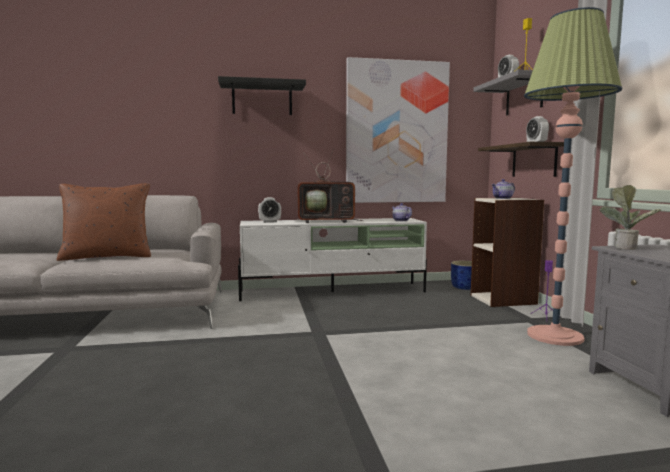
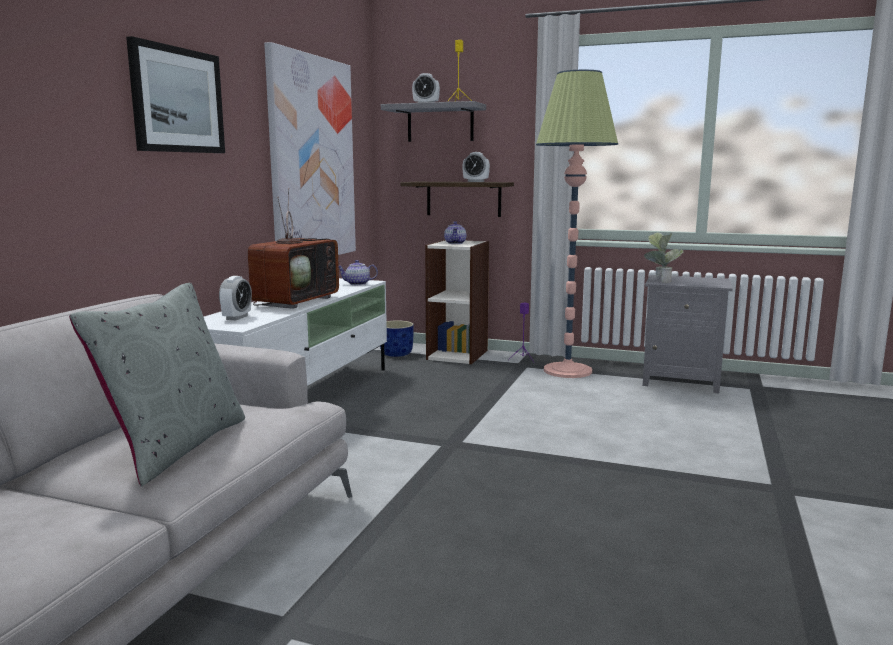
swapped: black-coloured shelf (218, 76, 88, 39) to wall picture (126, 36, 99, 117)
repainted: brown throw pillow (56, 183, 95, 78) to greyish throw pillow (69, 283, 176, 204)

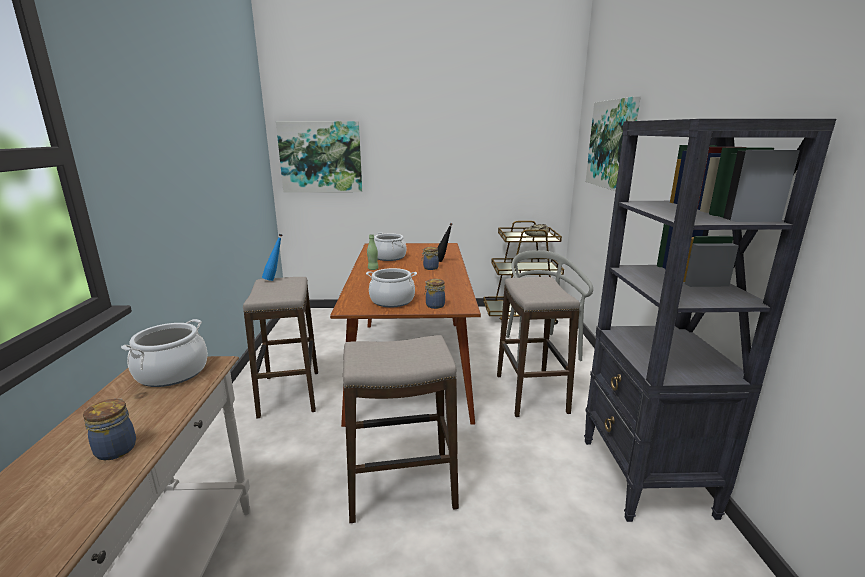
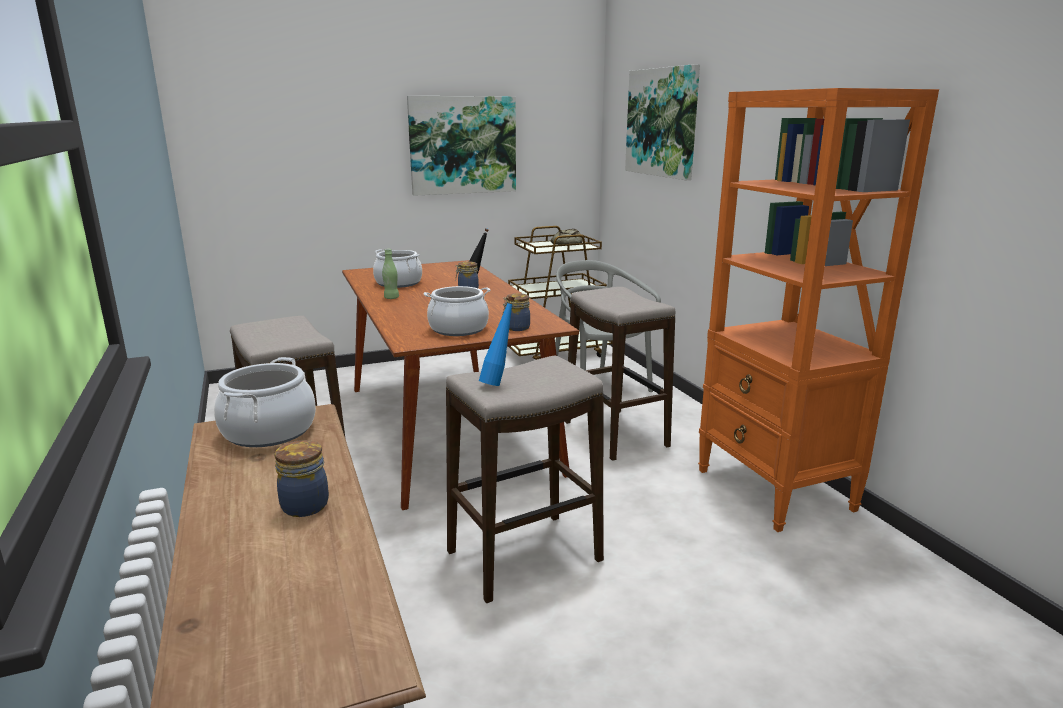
shifted: blue-coloured bottle (262, 234, 20, 47) to (479, 296, 35, 90); wall picture (276, 121, 86, 72) to (407, 96, 109, 100)
repainted: black-coloured shelving unit (584, 119, 252, 403) to orangey shelving unit (698, 88, 241, 444)

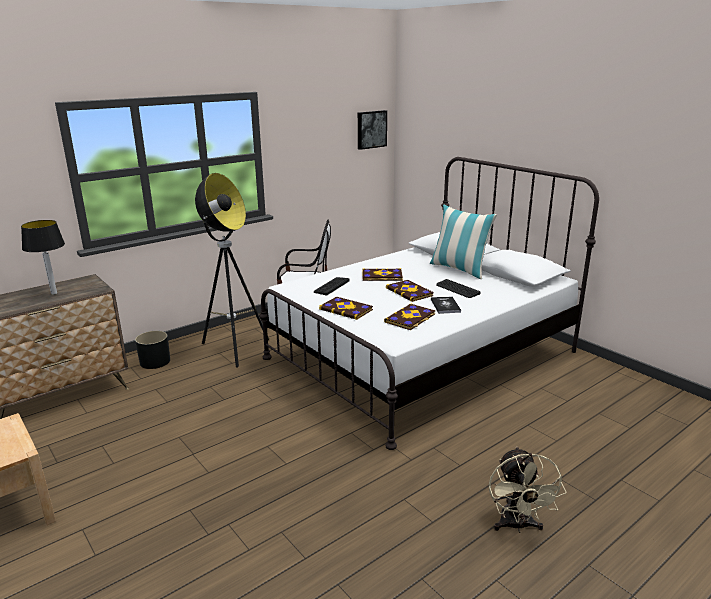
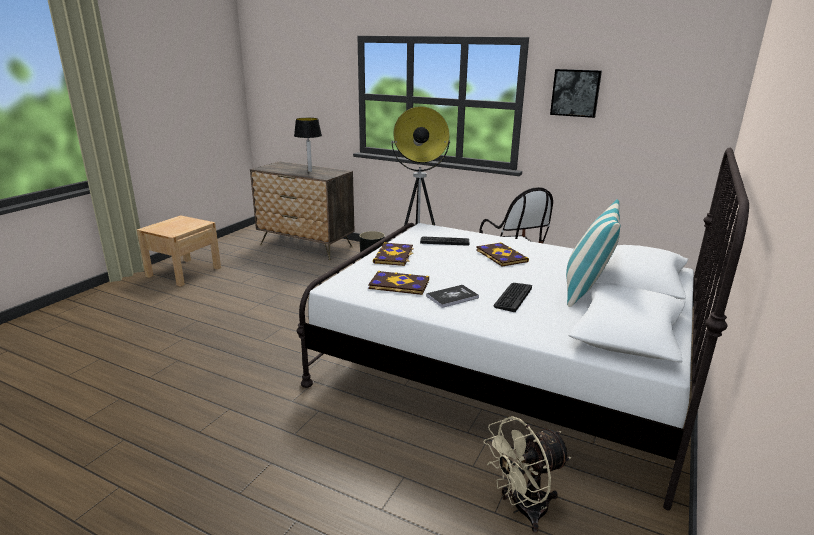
gone: volume (386, 280, 48, 22)
shifted: wall picture (358, 110, 29, 40) to (550, 69, 52, 49); beige cooling fan (489, 446, 78, 87) to (483, 416, 88, 117)

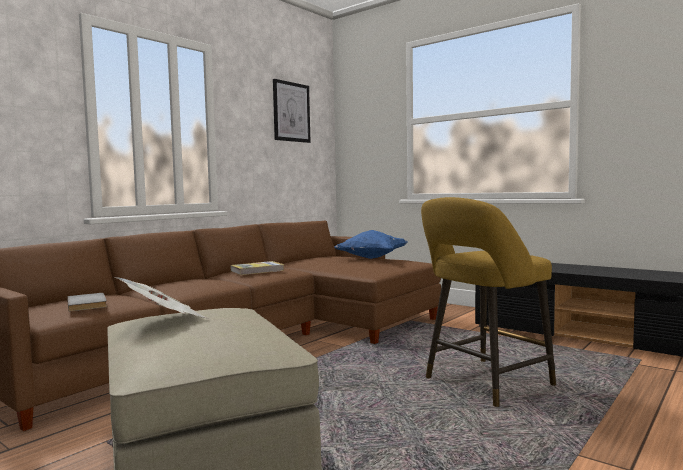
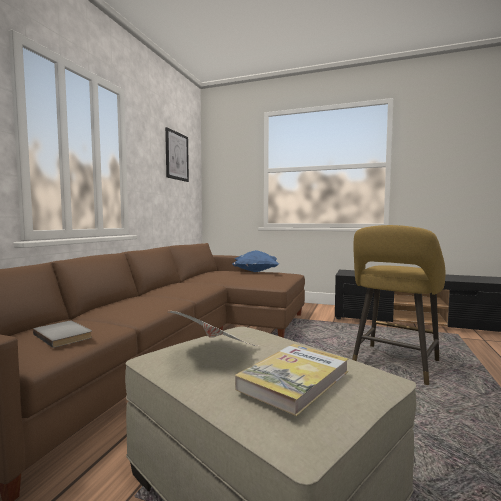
shifted: volume (230, 261, 54, 14) to (235, 344, 113, 72)

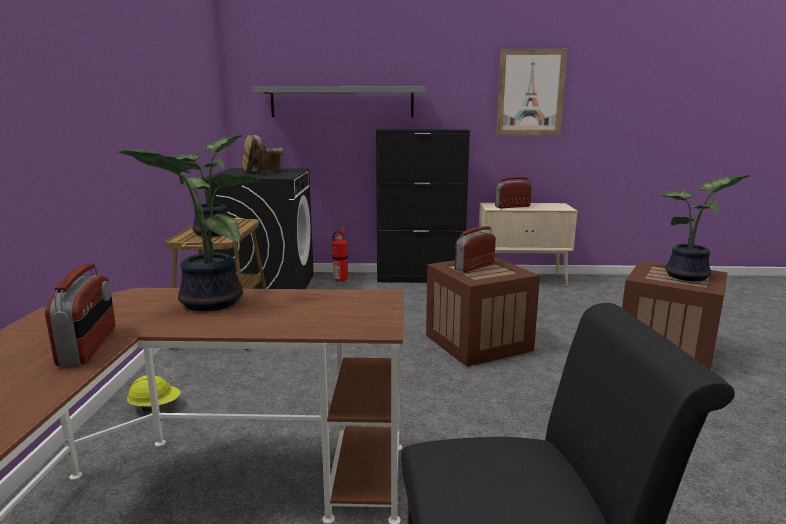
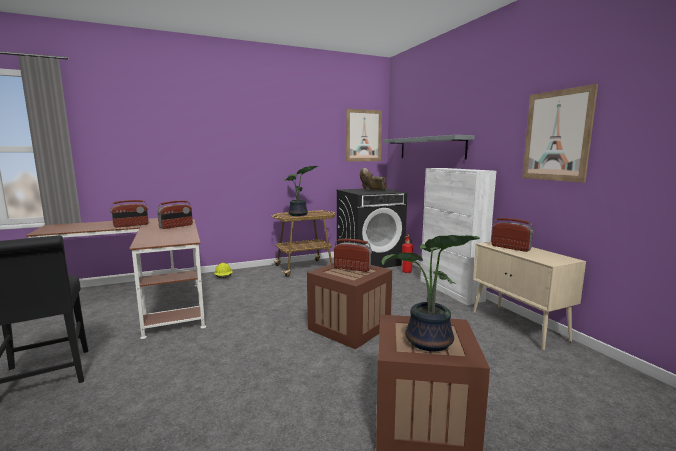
new: wall picture (346, 109, 36, 53)
swapped: potted plant (117, 149, 142, 162) to radio (157, 200, 36, 29)
repainted: black-coloured cupboard (376, 129, 94, 154) to white-coloured cupboard (421, 168, 76, 137)

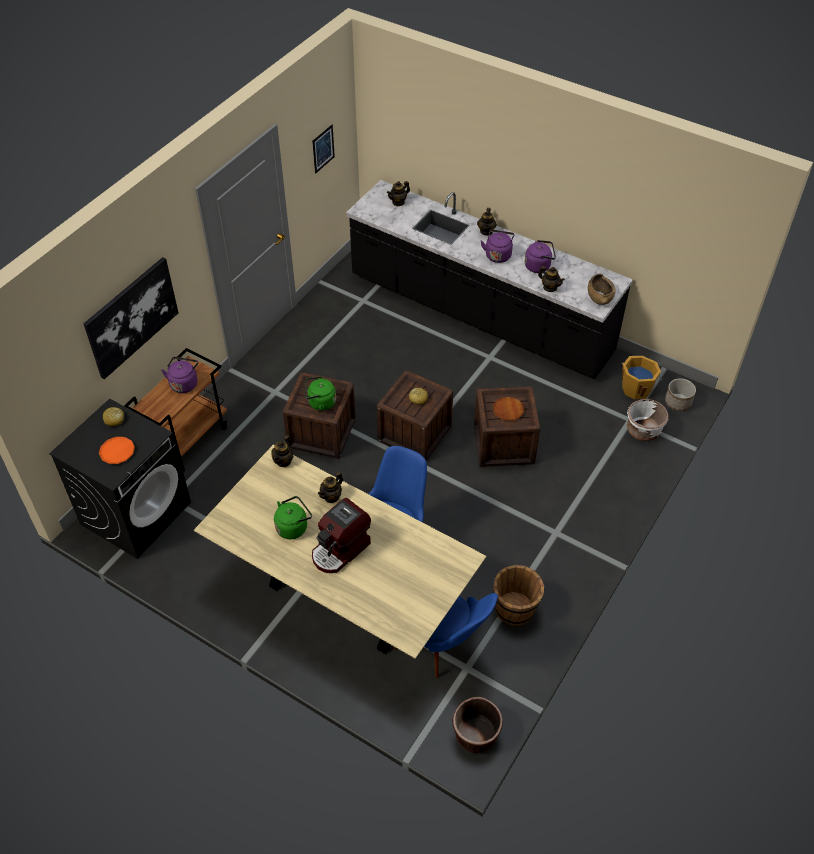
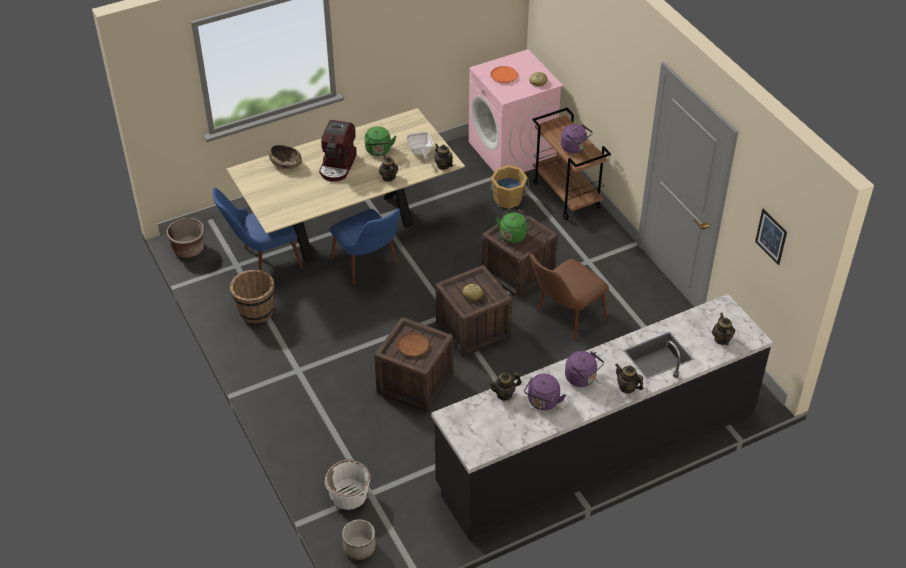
gone: wall picture (84, 257, 95, 122)
new: skillet (406, 132, 27, 28); brown chair (530, 254, 79, 86)
shifted: brown bowl (588, 273, 28, 32) to (268, 145, 34, 24); orangey bucket (621, 356, 41, 44) to (491, 165, 38, 44)
repainted: black-coloured washing machine (49, 399, 142, 160) to pink-coloured washing machine (469, 49, 94, 123)
rotated: coffee maker (312, 498, 59, 75) = (319, 120, 38, 62) 150 degrees counterclockwise

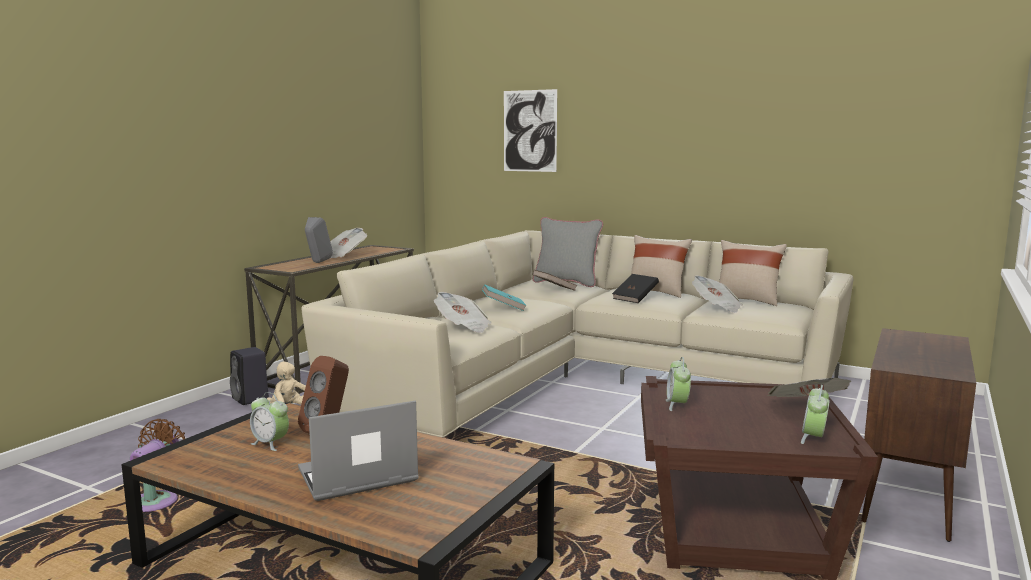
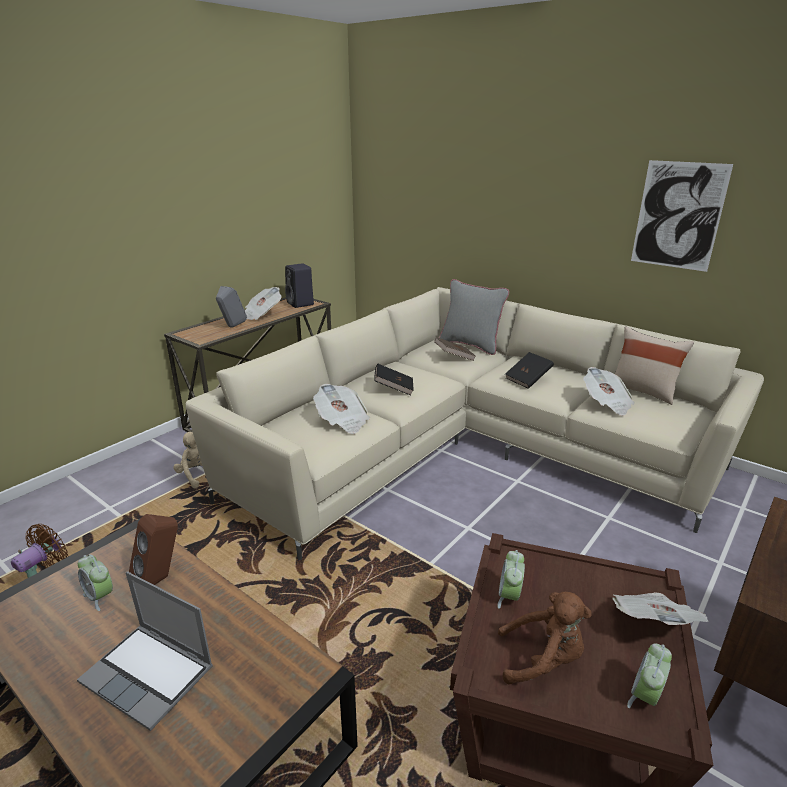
gone: beige throw pillow (631, 235, 61, 63)
new: brown cuddly toy (498, 592, 94, 92)
shifted: black-coloured loudspeaker (230, 347, 39, 58) to (285, 263, 29, 45); wall picture (504, 89, 53, 83) to (631, 160, 102, 112)
repainted: blue-green volume (482, 284, 44, 27) to black-coloured volume (374, 364, 40, 32)
rotated: laptop (298, 401, 121, 100) = (77, 571, 136, 160) 135 degrees counterclockwise

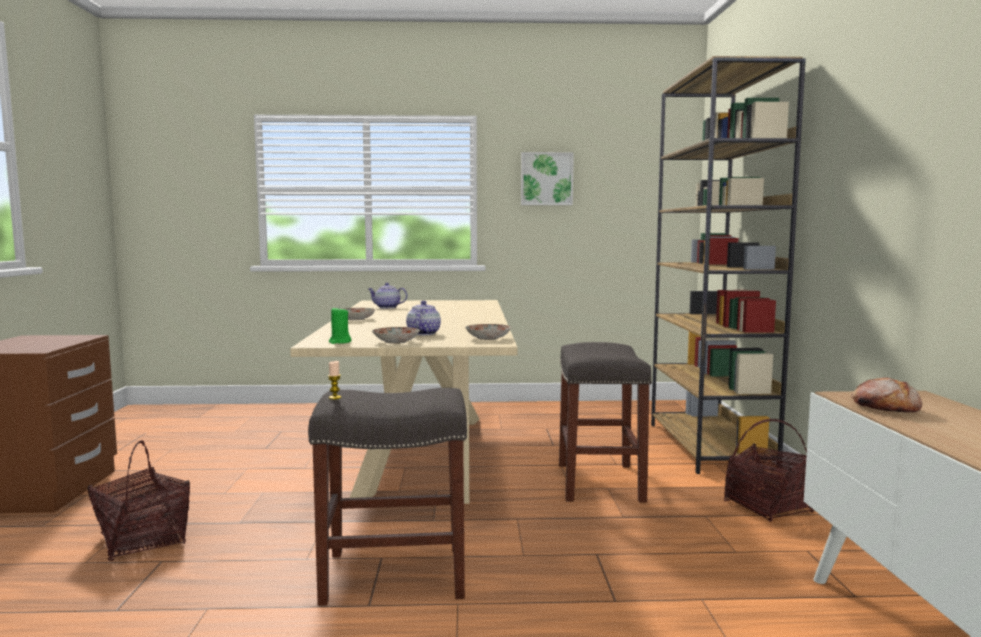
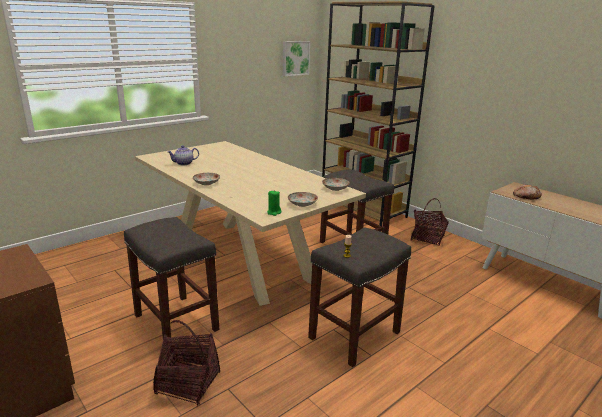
gone: teapot (406, 301, 35, 34)
new: greyish stool (124, 217, 96, 122)
shifted: wall picture (521, 152, 53, 53) to (283, 41, 27, 35)

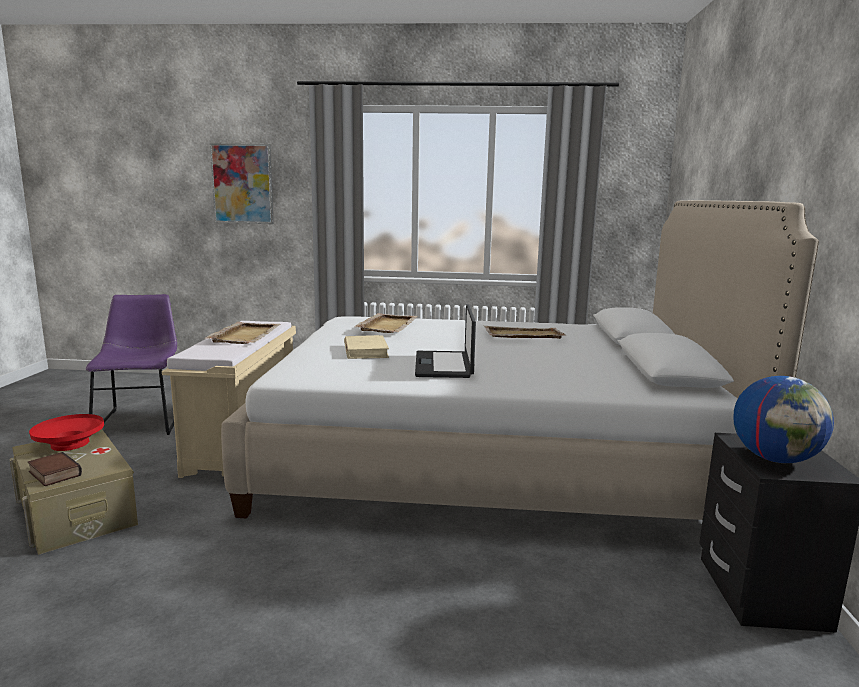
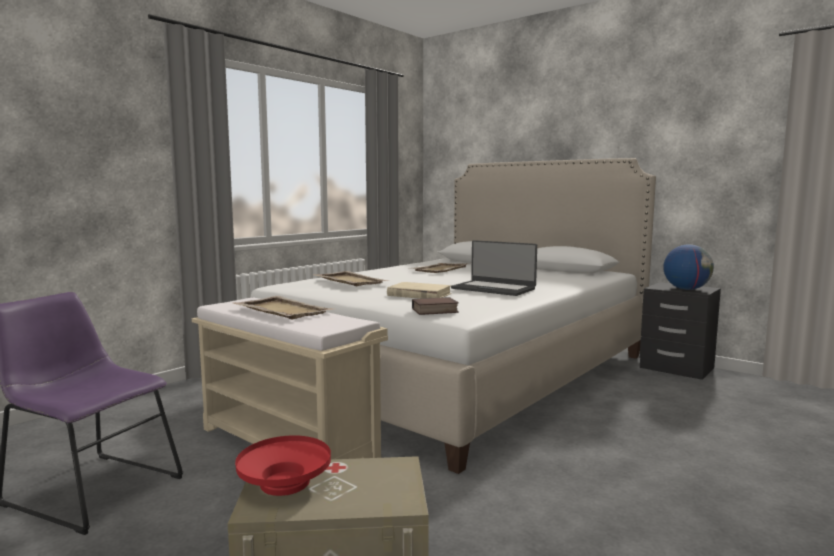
gone: wall picture (210, 143, 64, 81)
shifted: volume (27, 452, 55, 34) to (412, 297, 47, 18)

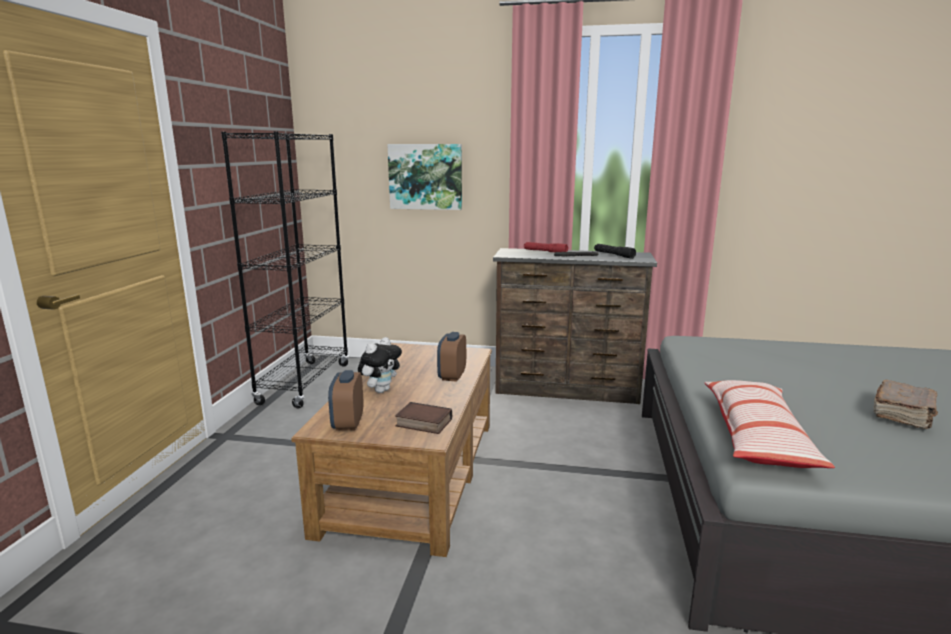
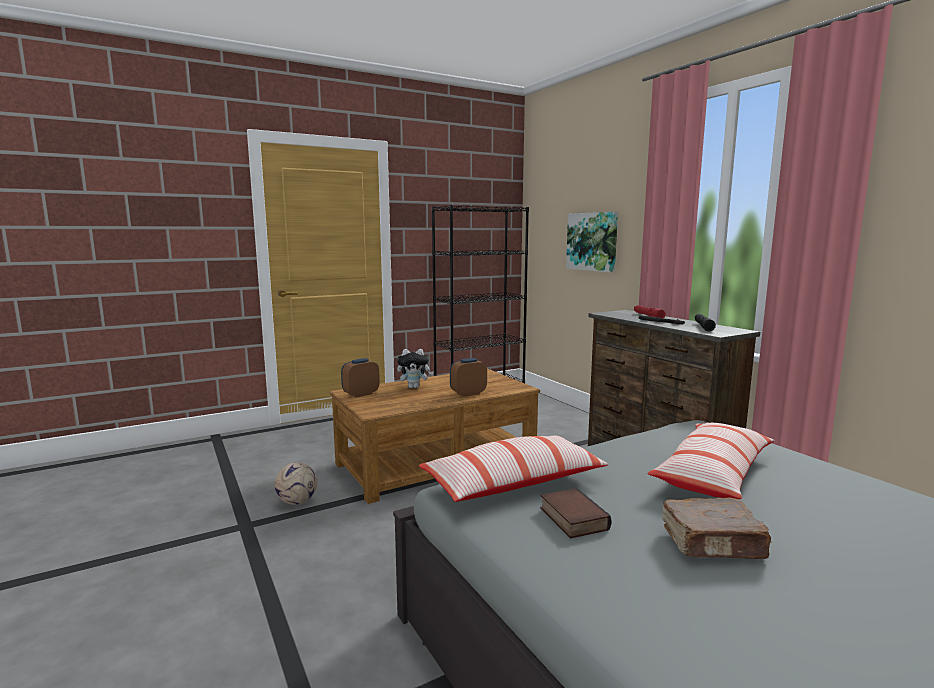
new: ball for football (275, 462, 42, 43); throw pillow (648, 423, 126, 76)
shifted: volume (395, 402, 57, 32) to (540, 488, 72, 50)

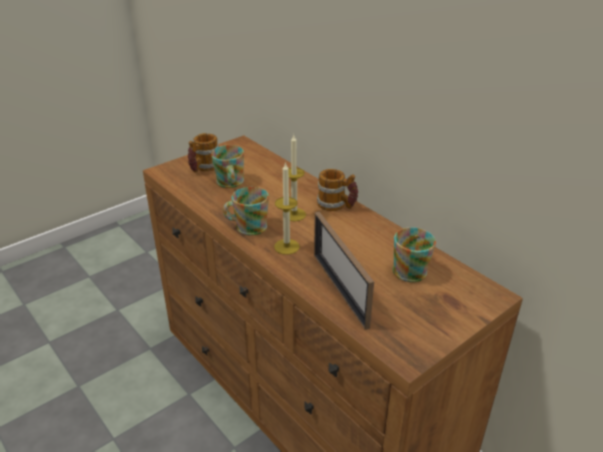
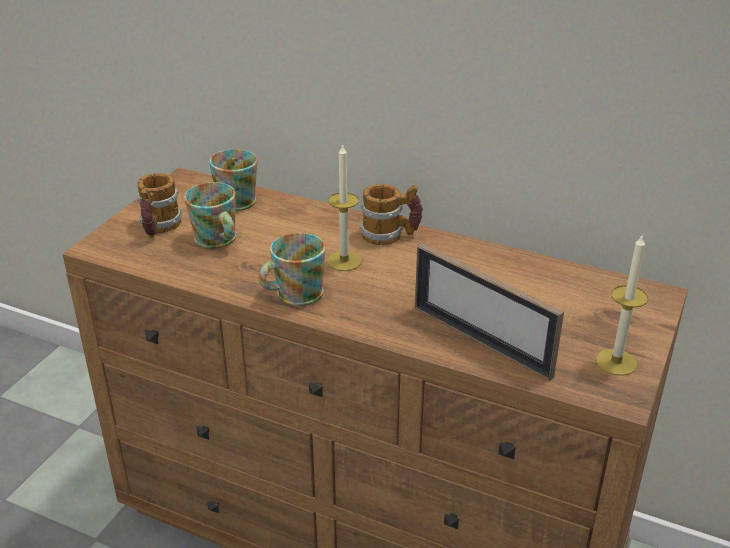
shifted: candle (274, 162, 26, 93) to (596, 234, 52, 142); mug (393, 227, 43, 55) to (209, 149, 49, 62)

